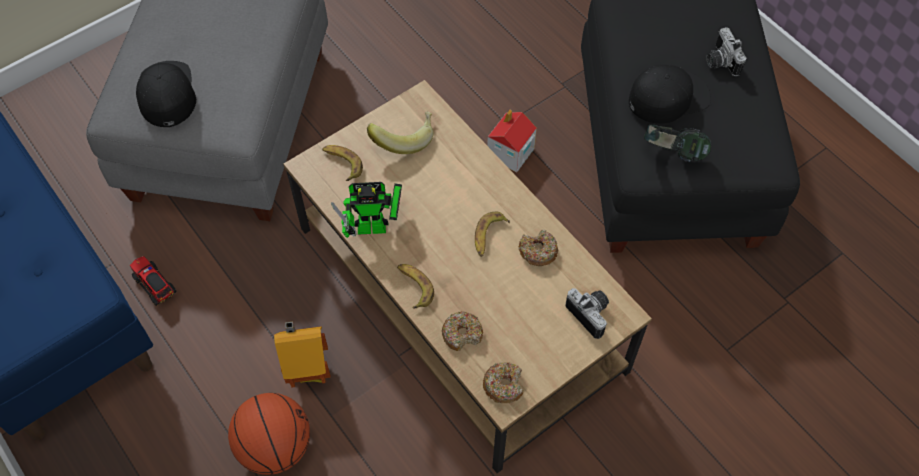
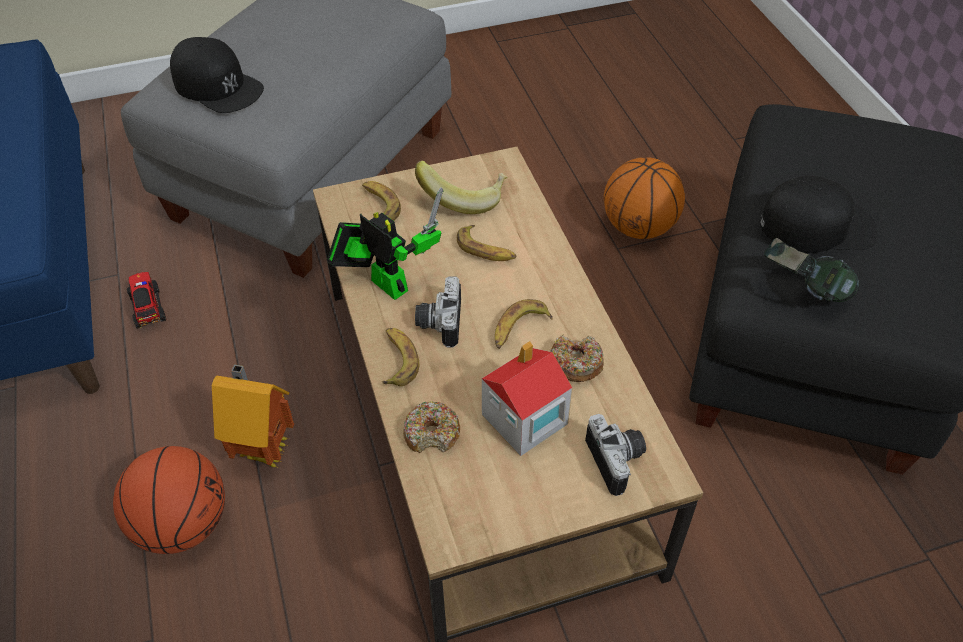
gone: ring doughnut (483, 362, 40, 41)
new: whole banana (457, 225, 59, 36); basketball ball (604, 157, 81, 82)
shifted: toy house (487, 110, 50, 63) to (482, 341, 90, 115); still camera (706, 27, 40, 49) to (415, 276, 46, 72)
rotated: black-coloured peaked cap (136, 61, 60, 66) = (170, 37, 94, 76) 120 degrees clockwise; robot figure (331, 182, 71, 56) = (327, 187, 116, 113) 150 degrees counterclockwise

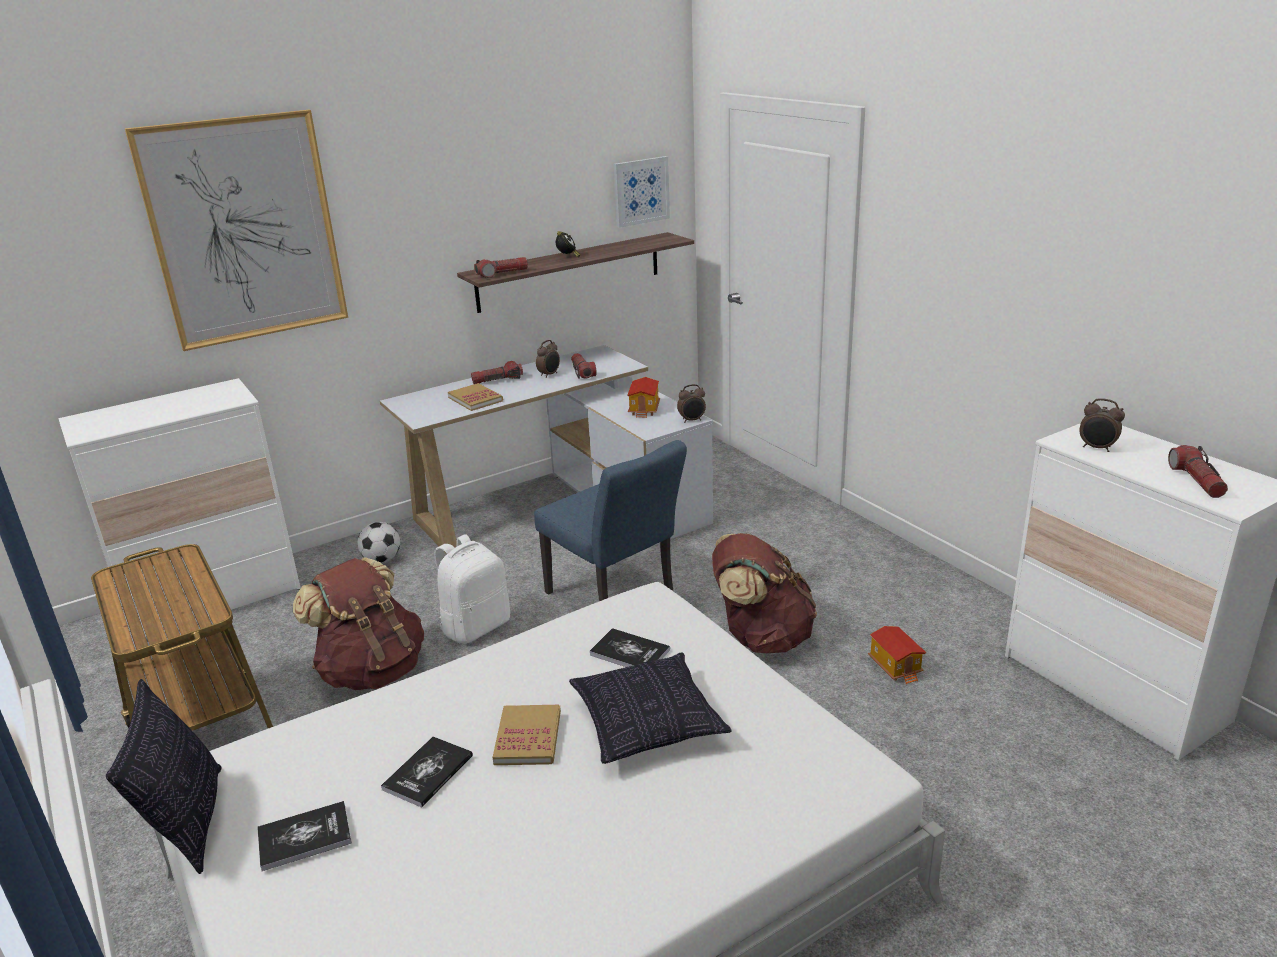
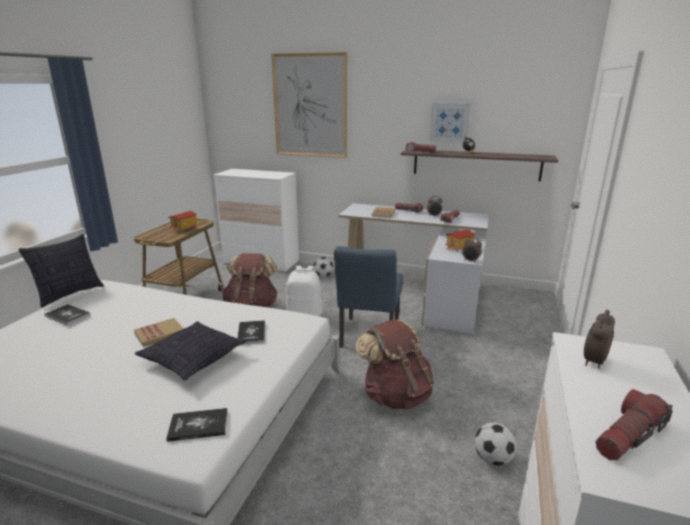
new: ball for football (475, 423, 42, 43)
shifted: volume (381, 736, 92, 72) to (166, 408, 62, 34); wall picture (614, 156, 56, 72) to (430, 103, 41, 40); toy house (868, 626, 58, 58) to (168, 211, 30, 21)
rotated: table clock (1079, 398, 46, 54) = (584, 310, 31, 58) 45 degrees clockwise

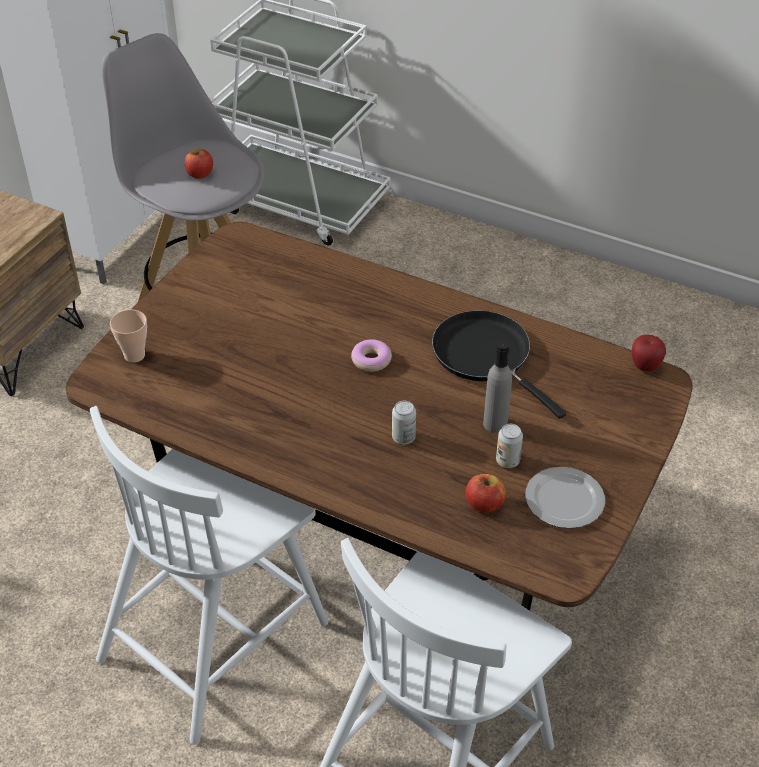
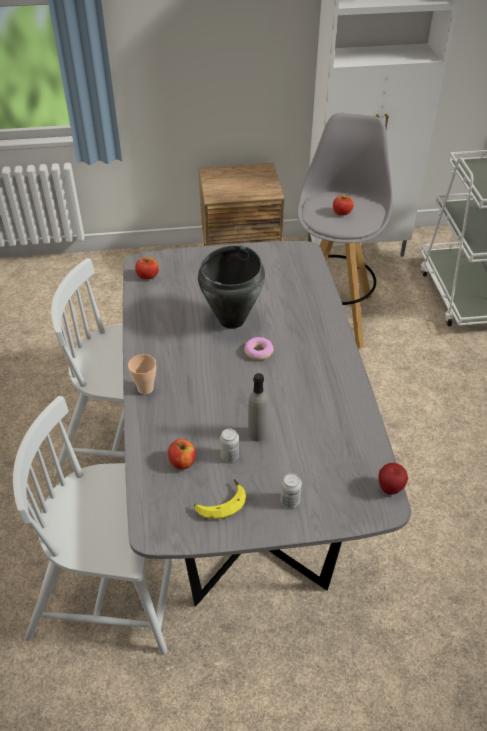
gone: black-coloured skillet (432, 310, 134, 109)
new: apple fruit (135, 257, 24, 23); black-coloured saucepot (198, 245, 67, 84)
shifted: drinking cup (110, 310, 37, 52) to (128, 354, 28, 41); sealed can (392, 401, 24, 44) to (281, 473, 21, 35)
swapped: flat dish (525, 467, 80, 62) to whole banana (194, 479, 52, 40)
repainted: brown dinner table (66, 222, 627, 389) to greyish dinner table (123, 241, 288, 365)

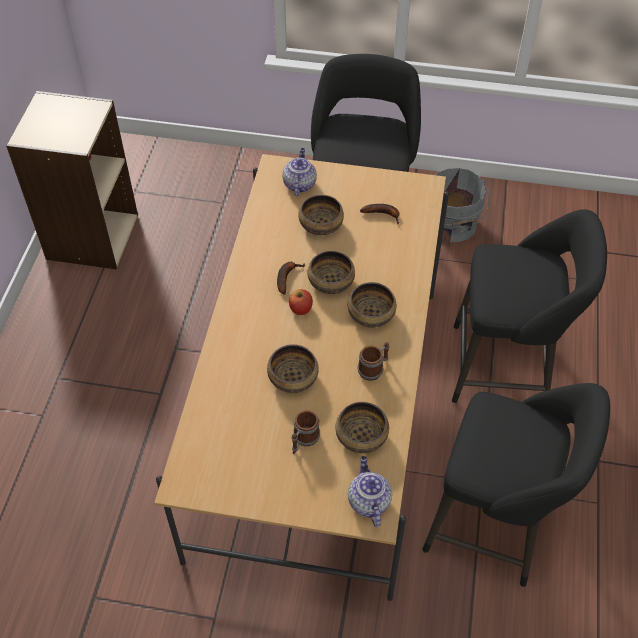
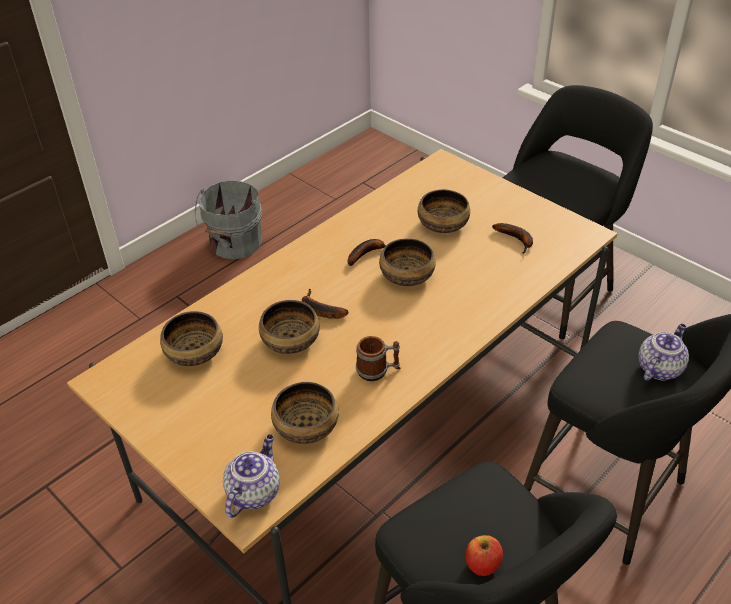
gone: beige shelving unit (6, 91, 132, 178); mug (292, 410, 28, 44)
new: whole banana (302, 289, 46, 30)
shifted: teapot (282, 148, 35, 48) to (638, 324, 51, 57); apple fruit (289, 289, 24, 26) to (466, 535, 37, 41); bowl (348, 282, 48, 45) to (160, 311, 63, 55); greyish bucket (436, 168, 54, 74) to (195, 181, 67, 78)

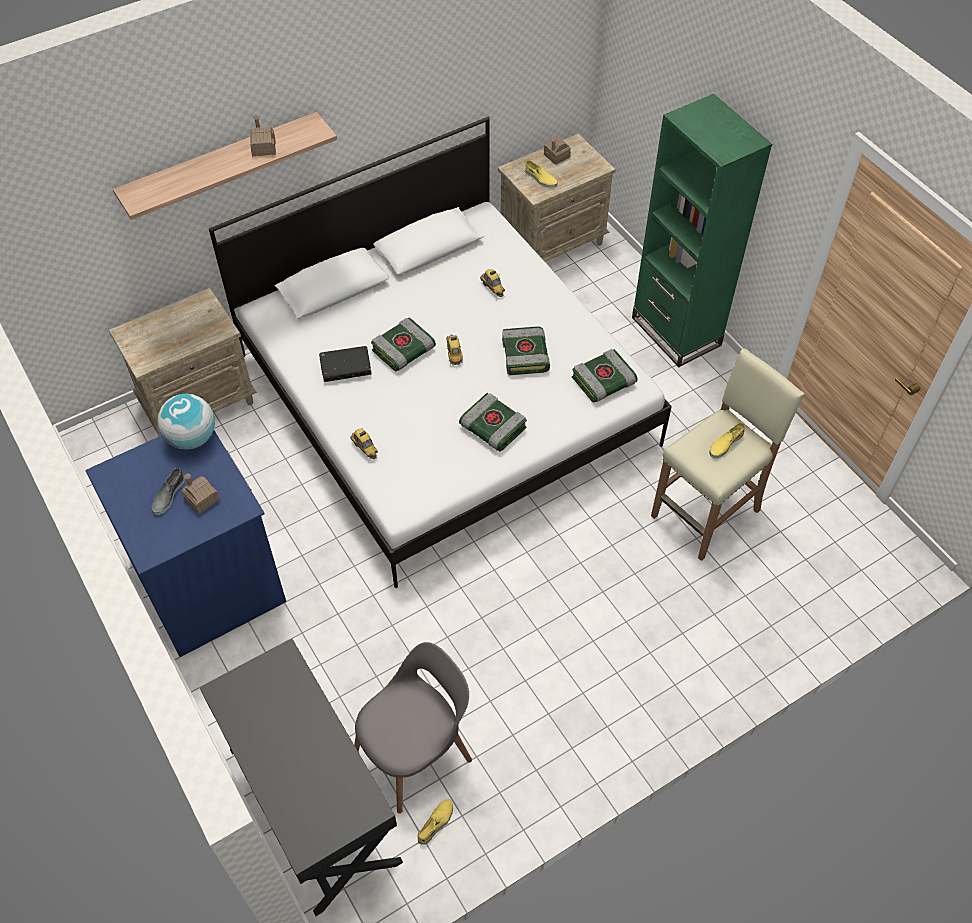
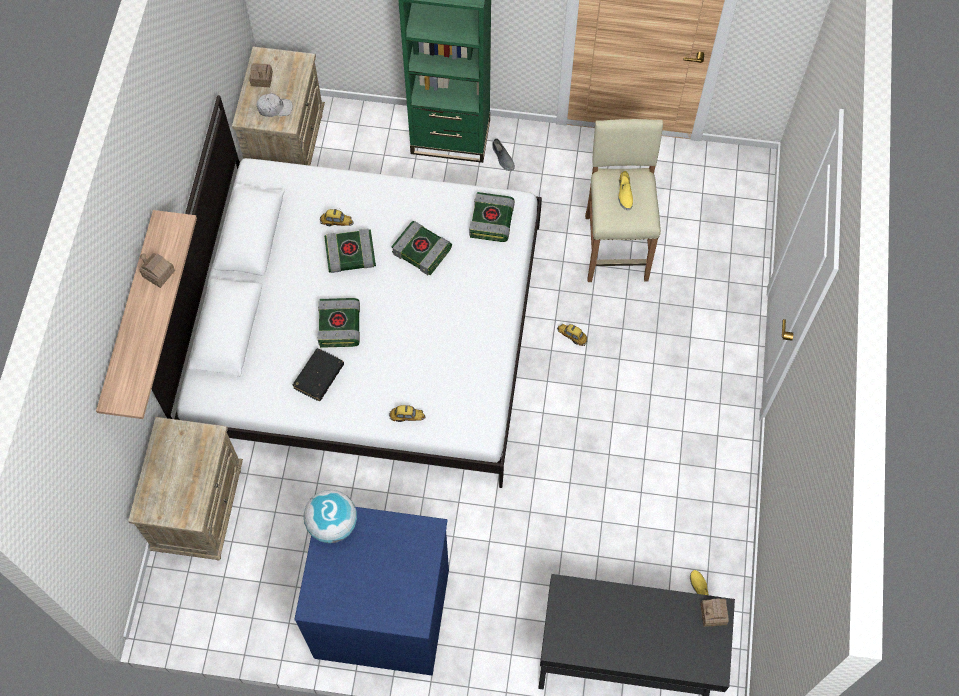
gone: greyish chair (354, 642, 118, 171)
shifted: greyish item of footwear (152, 468, 33, 47) to (492, 138, 23, 33); toy house (182, 474, 38, 40) to (701, 599, 28, 28); miniature car (446, 334, 17, 32) to (557, 324, 31, 22); volume (459, 393, 68, 58) to (324, 228, 52, 45)
swapped: yellow-coloured item of footwear (525, 160, 32, 28) to white-coloured peaked cap (256, 93, 37, 24)

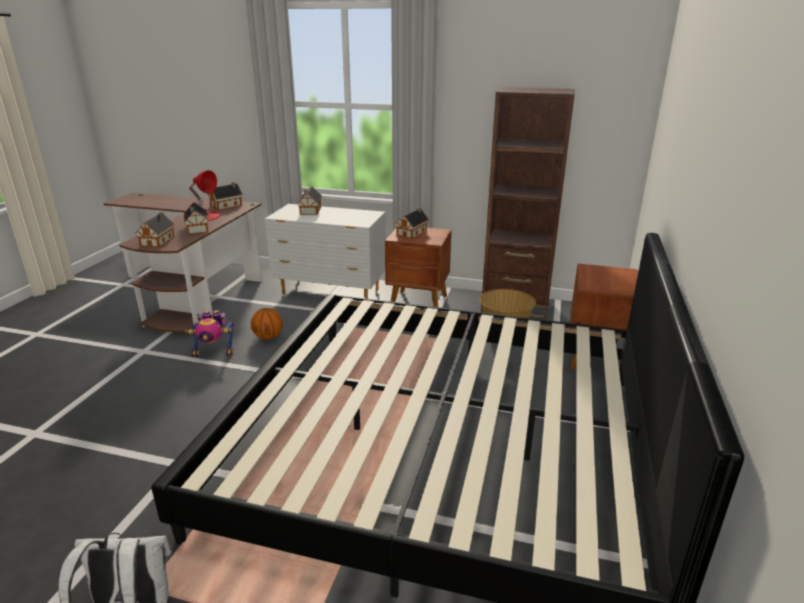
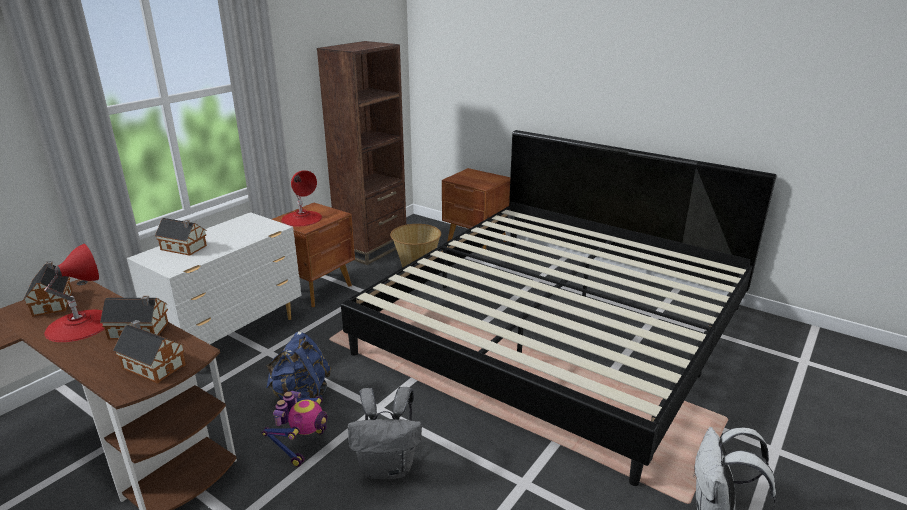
new: greyish knapsack (348, 387, 74, 92)
swapped: basketball ball (251, 308, 32, 32) to blue-coloured knapsack (266, 332, 65, 68); toy house (395, 207, 34, 32) to red-coloured tabletop lamp (281, 170, 41, 57)

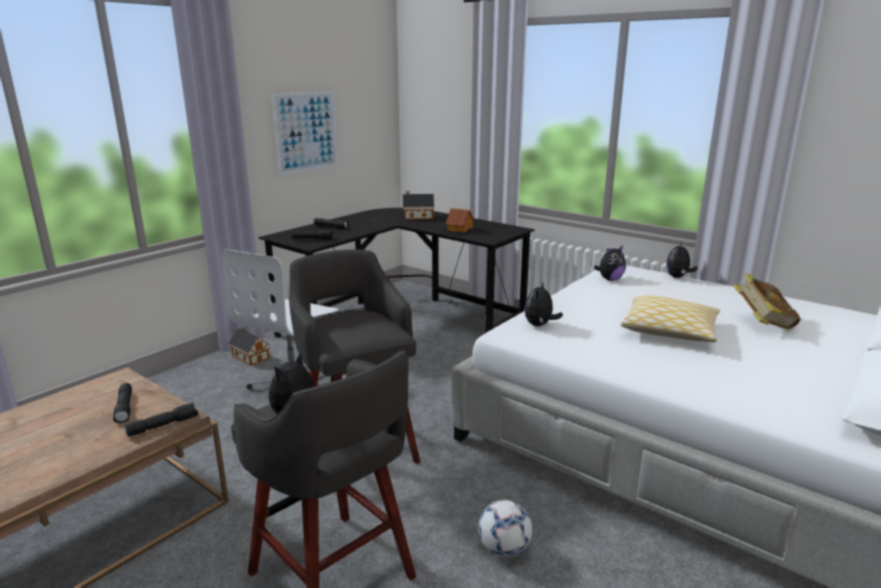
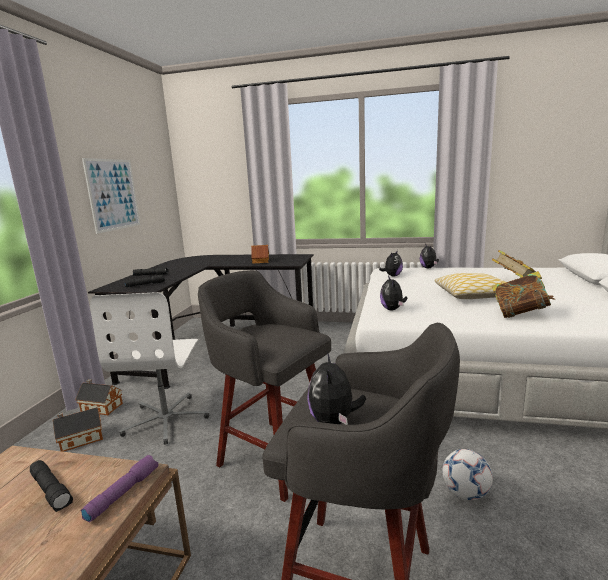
new: volume (492, 271, 63, 47)
shifted: toy house (403, 191, 31, 28) to (53, 407, 50, 45)
repainted: black-coloured hand torch (124, 403, 74, 34) to purplish hand torch (80, 455, 78, 68)

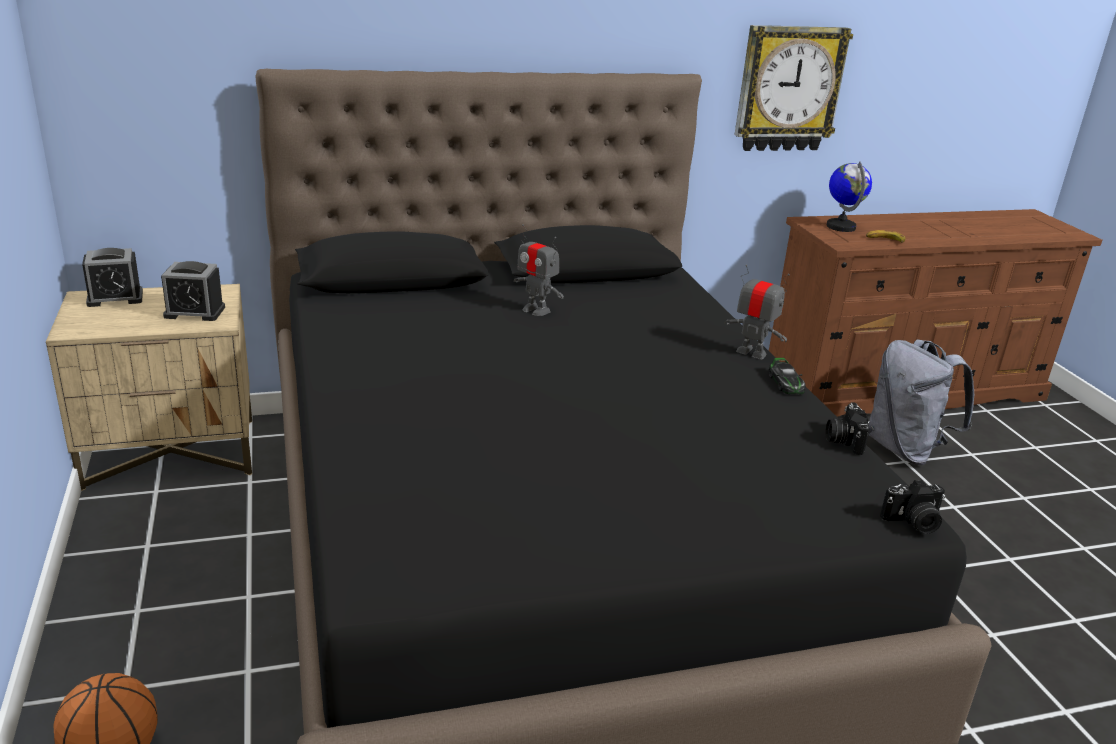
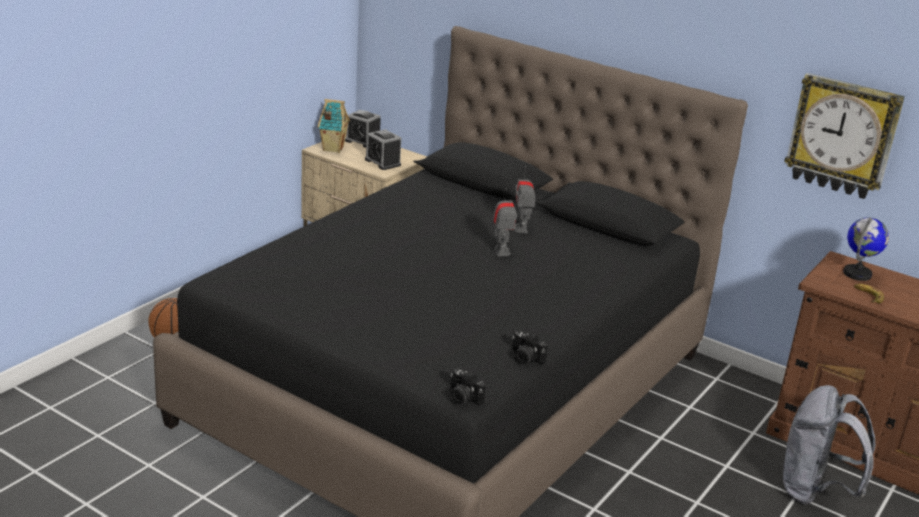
gone: miniature car (769, 358, 37, 37)
new: toy house (318, 99, 32, 54)
shifted: robot figure (724, 265, 66, 95) to (493, 188, 24, 68)
rotated: still camera (826, 402, 44, 53) = (513, 331, 35, 34) 105 degrees counterclockwise

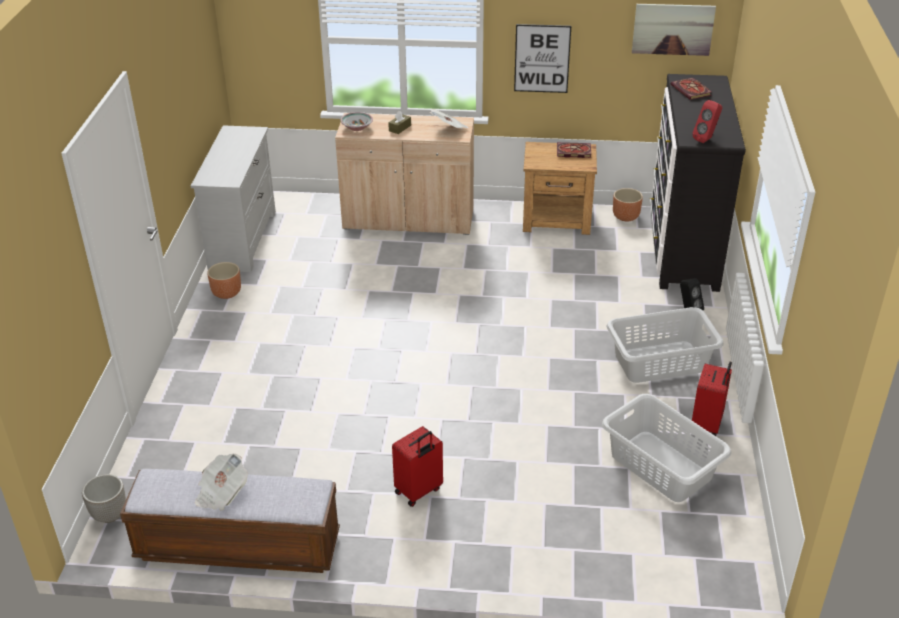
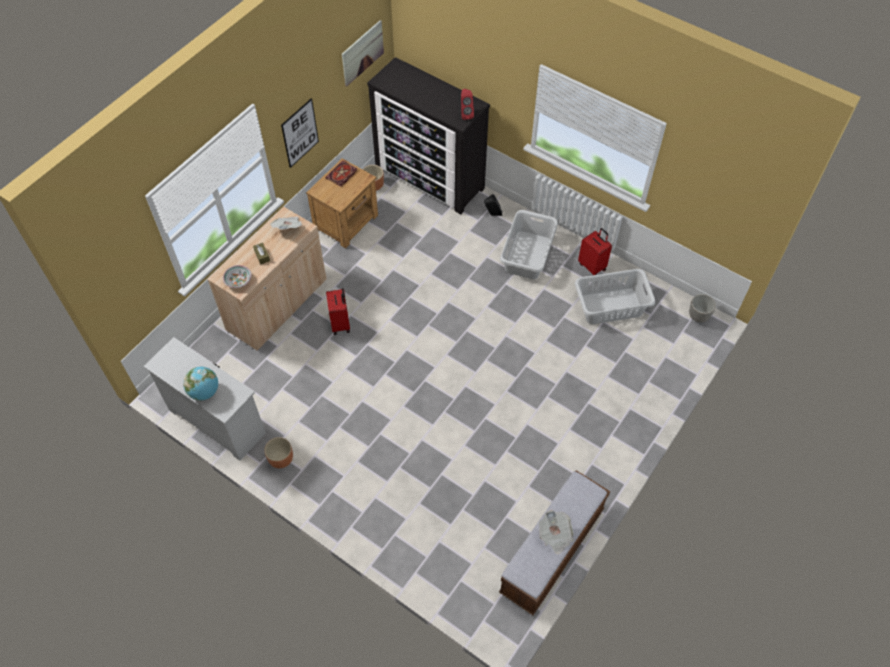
gone: volume (671, 78, 41, 22)
new: desk globe (183, 367, 35, 34)
shifted: flower pot (82, 474, 44, 49) to (689, 294, 27, 28); red-coloured travel case (392, 426, 51, 81) to (326, 288, 24, 47)

